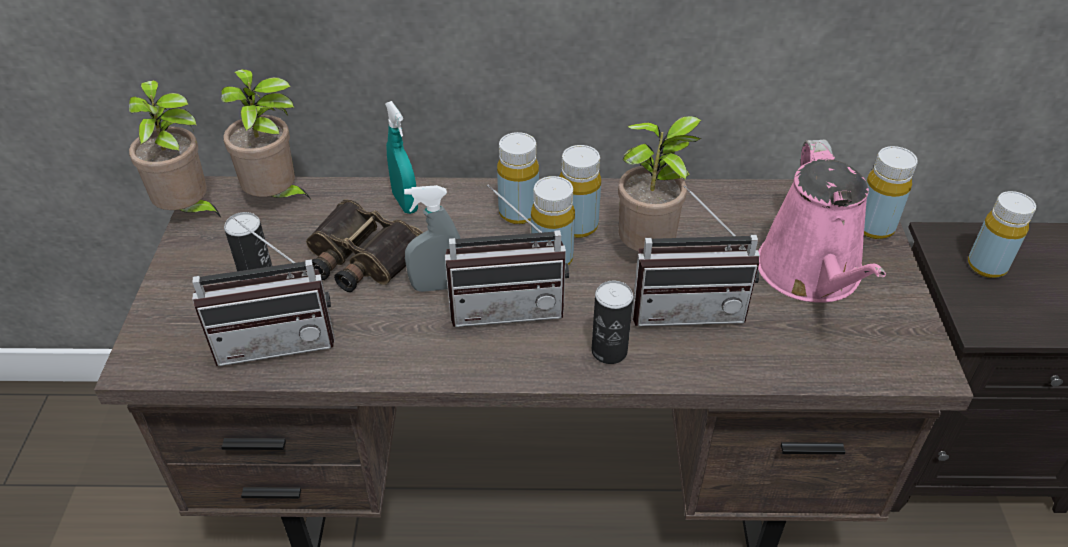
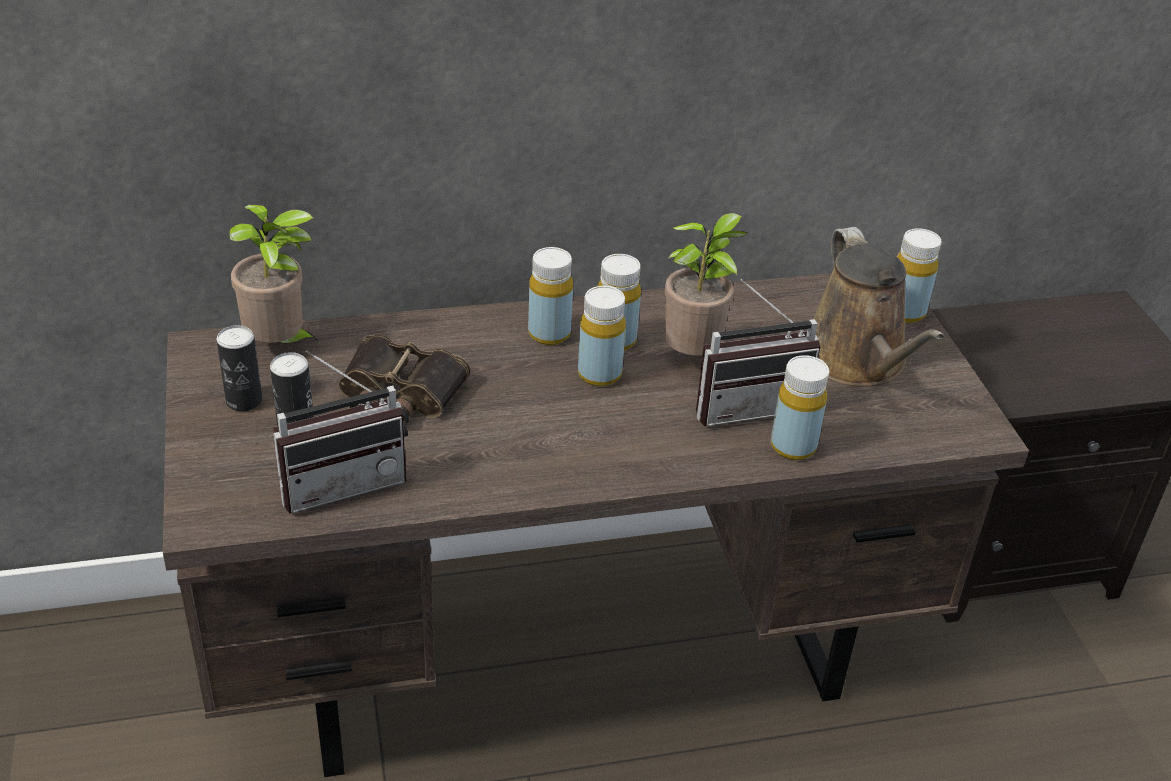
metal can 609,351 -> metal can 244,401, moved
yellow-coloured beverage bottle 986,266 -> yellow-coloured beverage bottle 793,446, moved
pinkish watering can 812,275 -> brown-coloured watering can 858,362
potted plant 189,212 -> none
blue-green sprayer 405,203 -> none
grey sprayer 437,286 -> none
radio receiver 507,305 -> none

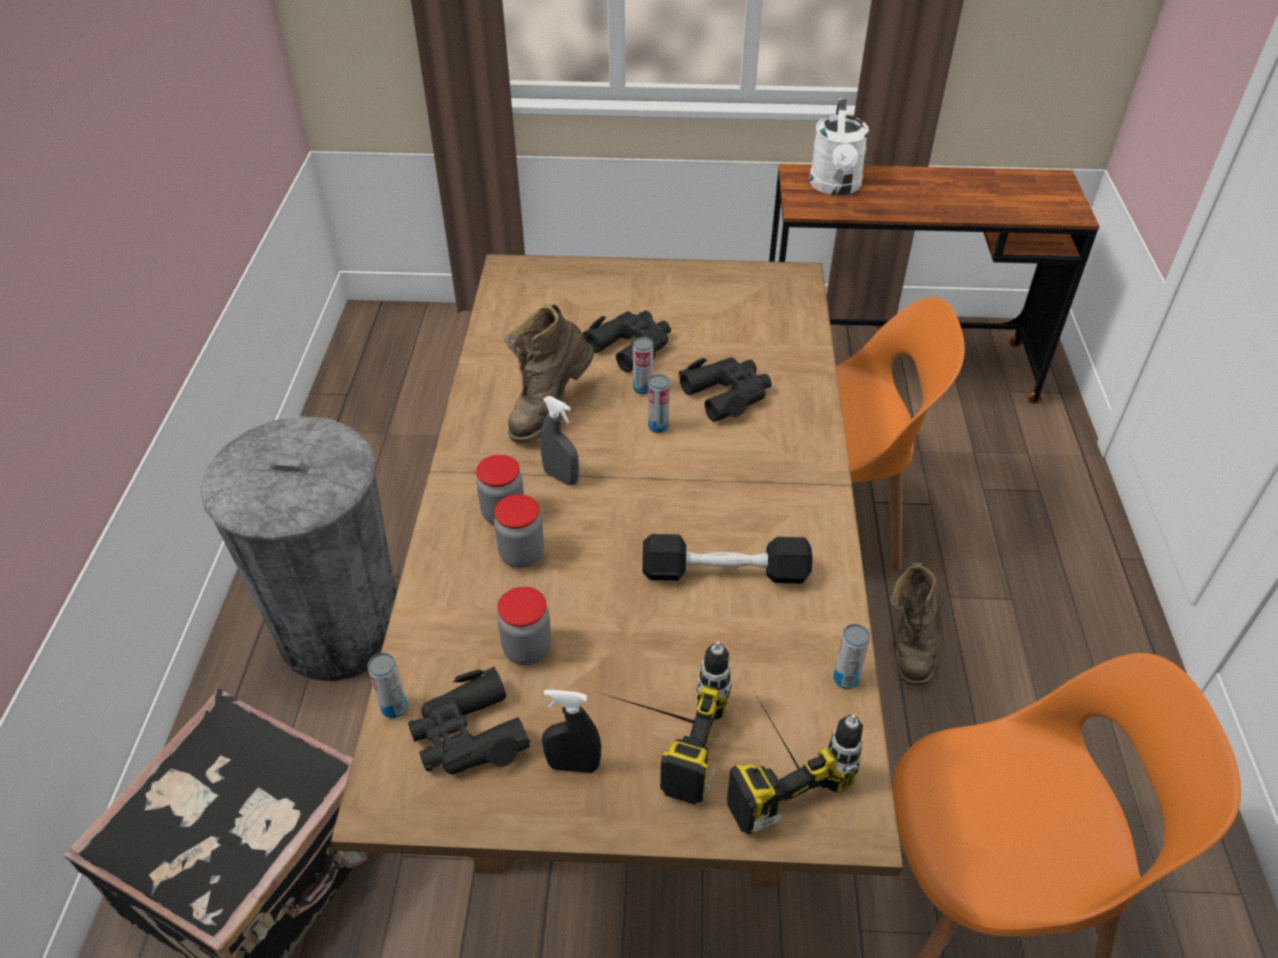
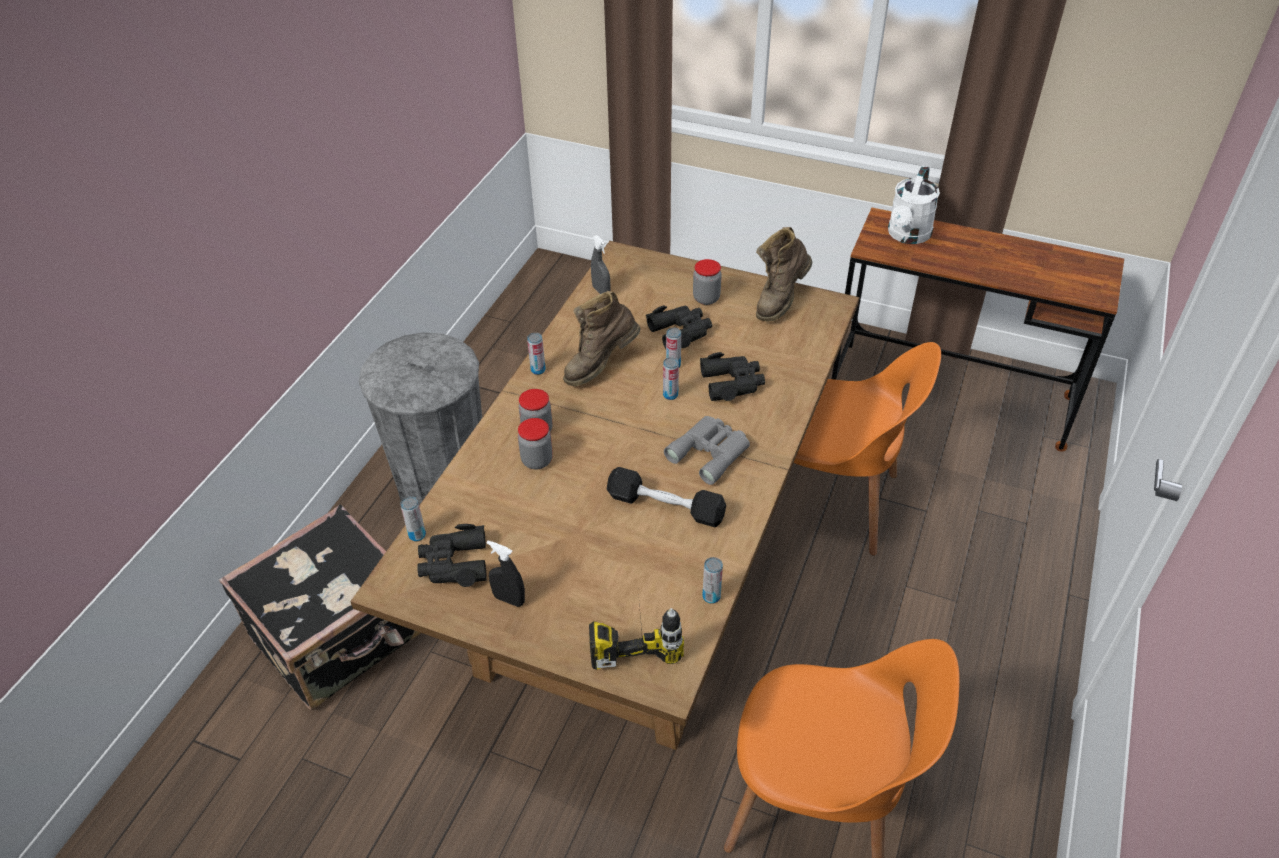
none -> metal can 538,370
grey sprayer 561,477 -> grey sprayer 601,291, moved
none -> grey field glasses 711,452
jar 527,649 -> jar 706,298, moved
brown-coloured tall boot 912,644 -> brown-coloured tall boot 779,300, moved
power drill 656,735 -> none

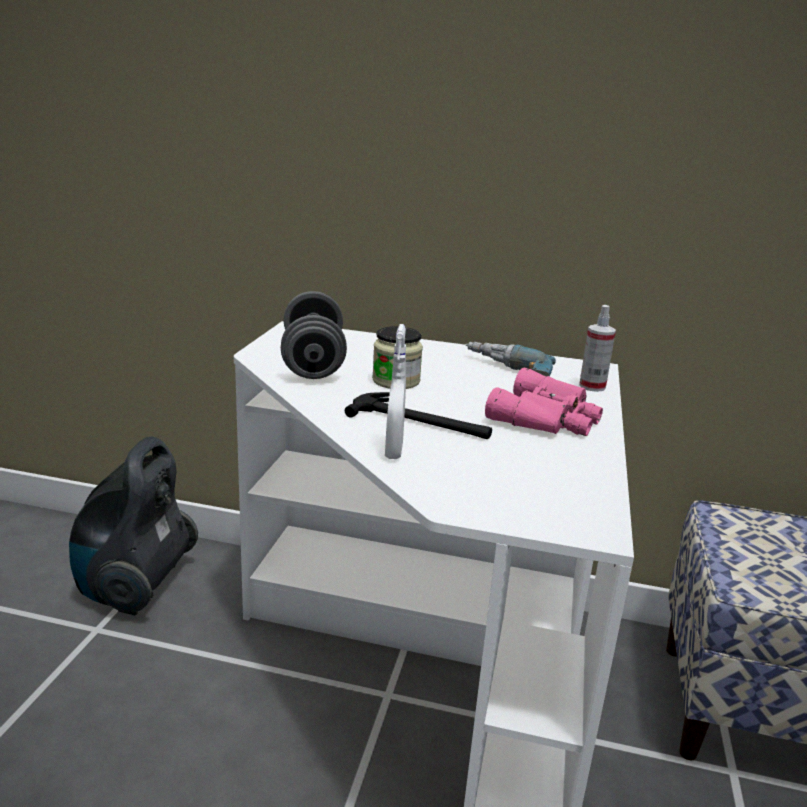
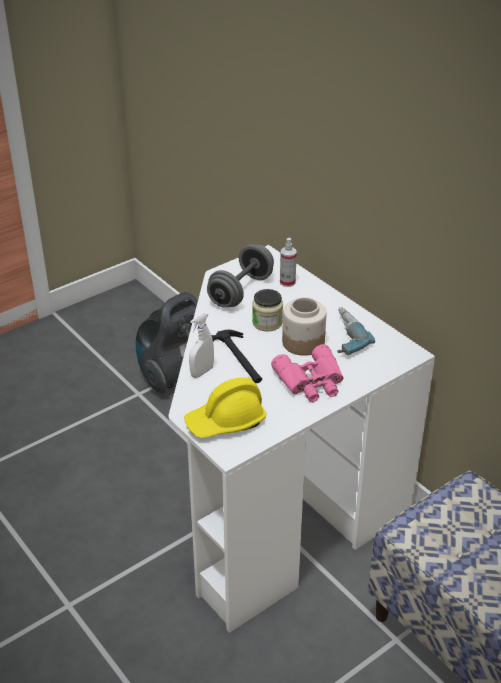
none -> yellow-coloured work helmet 226,422
sprayer 592,386 -> sprayer 287,282, moved
none -> jar 303,343

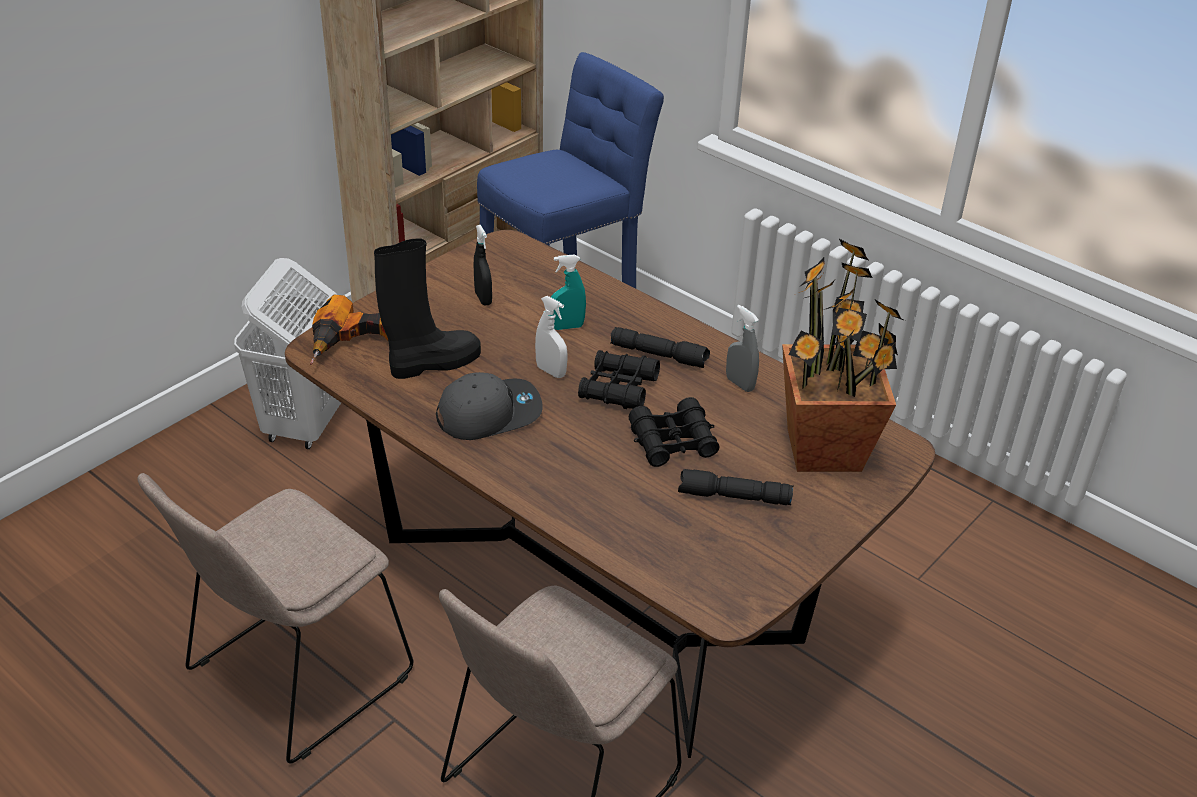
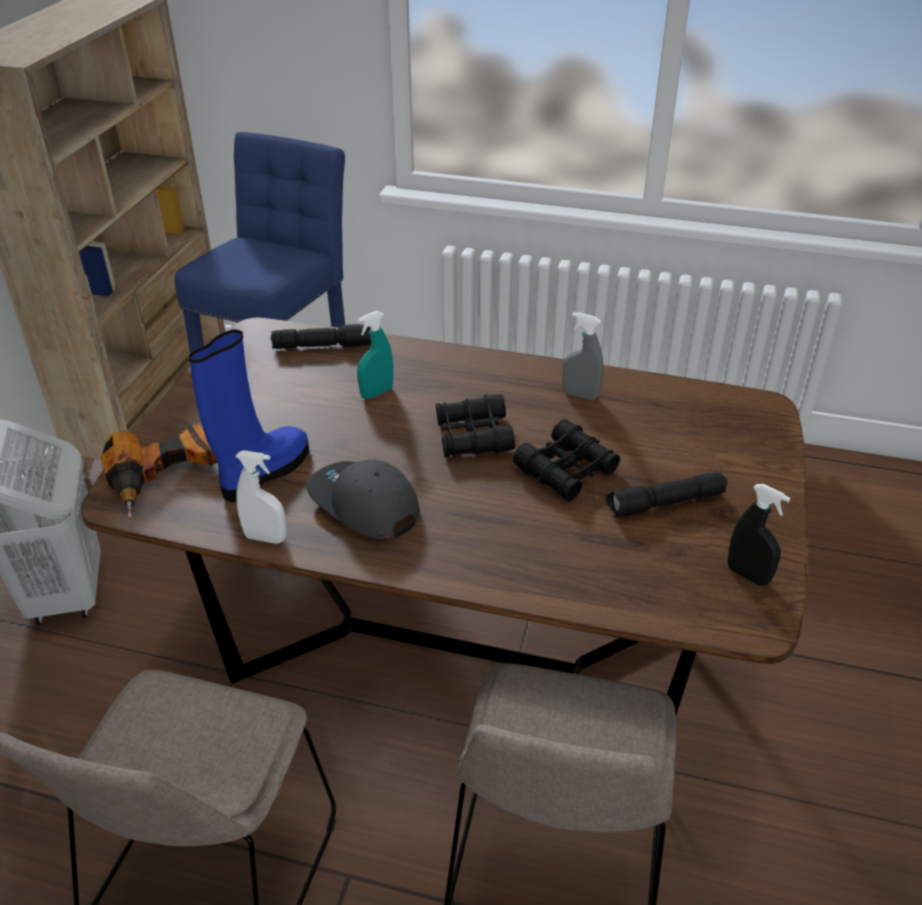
black-coloured tall boot 432,363 -> bluish tall boot 263,473
white sprayer 551,371 -> white sprayer 265,538, moved
black-coloured hand torch 660,355 -> black-coloured hand torch 323,346, moved
grey peaked cap 489,413 -> grey peaked cap 363,505, 90 degrees counterclockwise
black-coloured sprayer 483,298 -> black-coloured sprayer 748,575, moved
potted plant 825,451 -> none

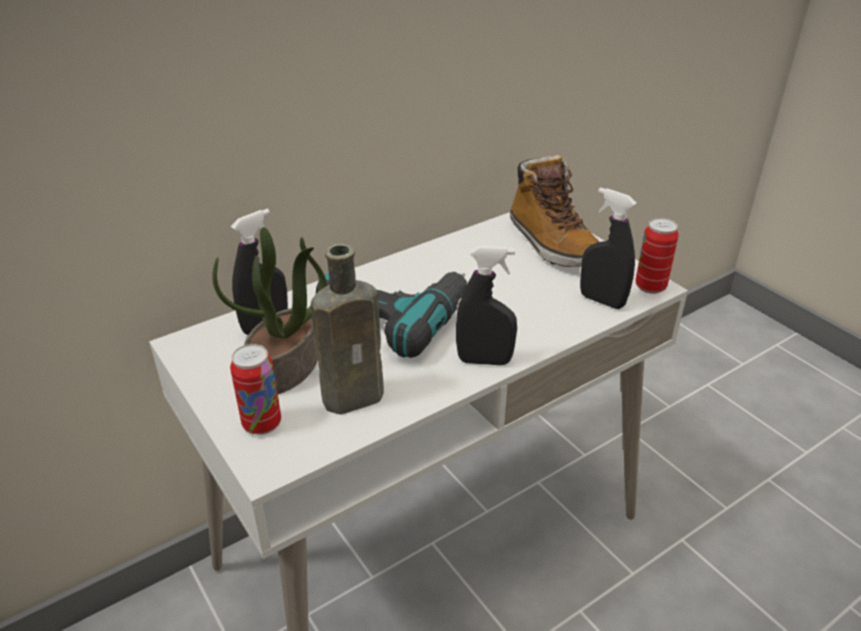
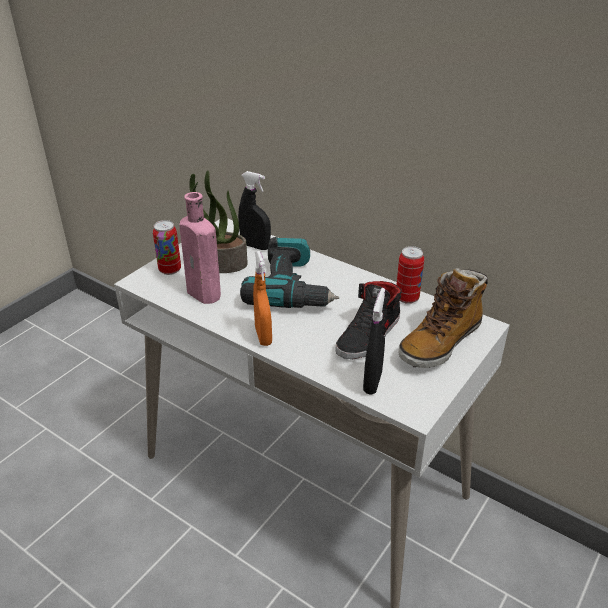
brown-coloured beverage bottle 357,396 -> pinkish beverage bottle 205,294
black-coloured sprayer 484,360 -> orange sprayer 263,336
none -> black-coloured item of footwear 369,335
metal can 650,287 -> metal can 407,298, moved

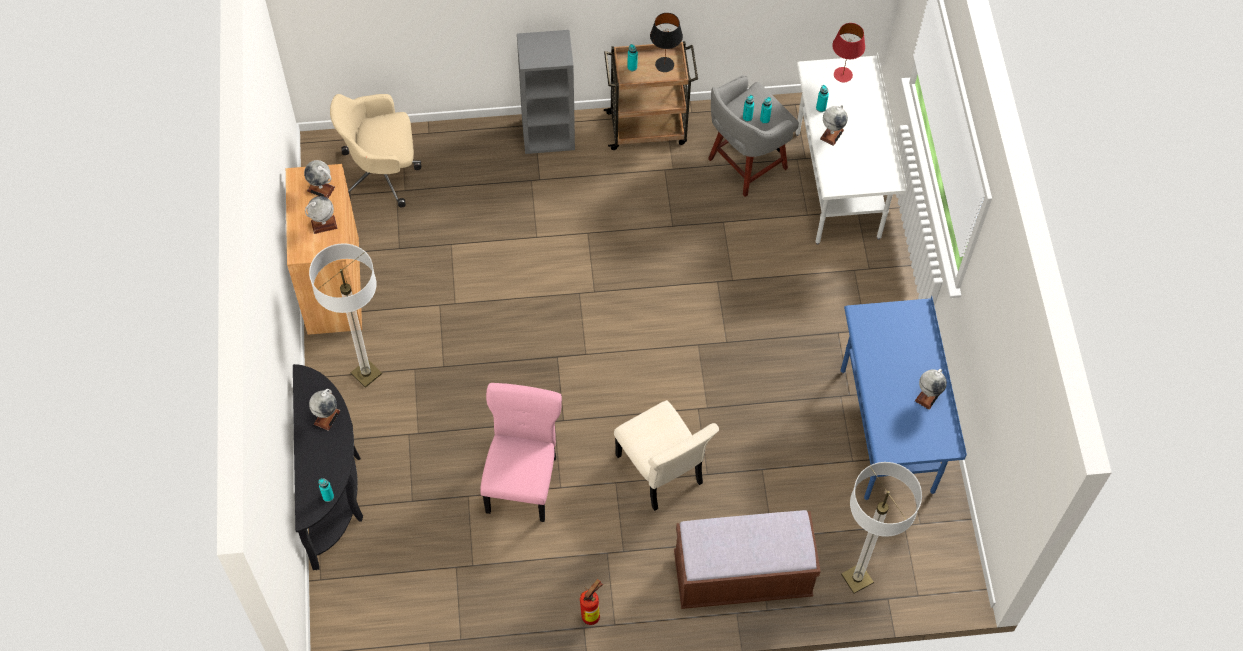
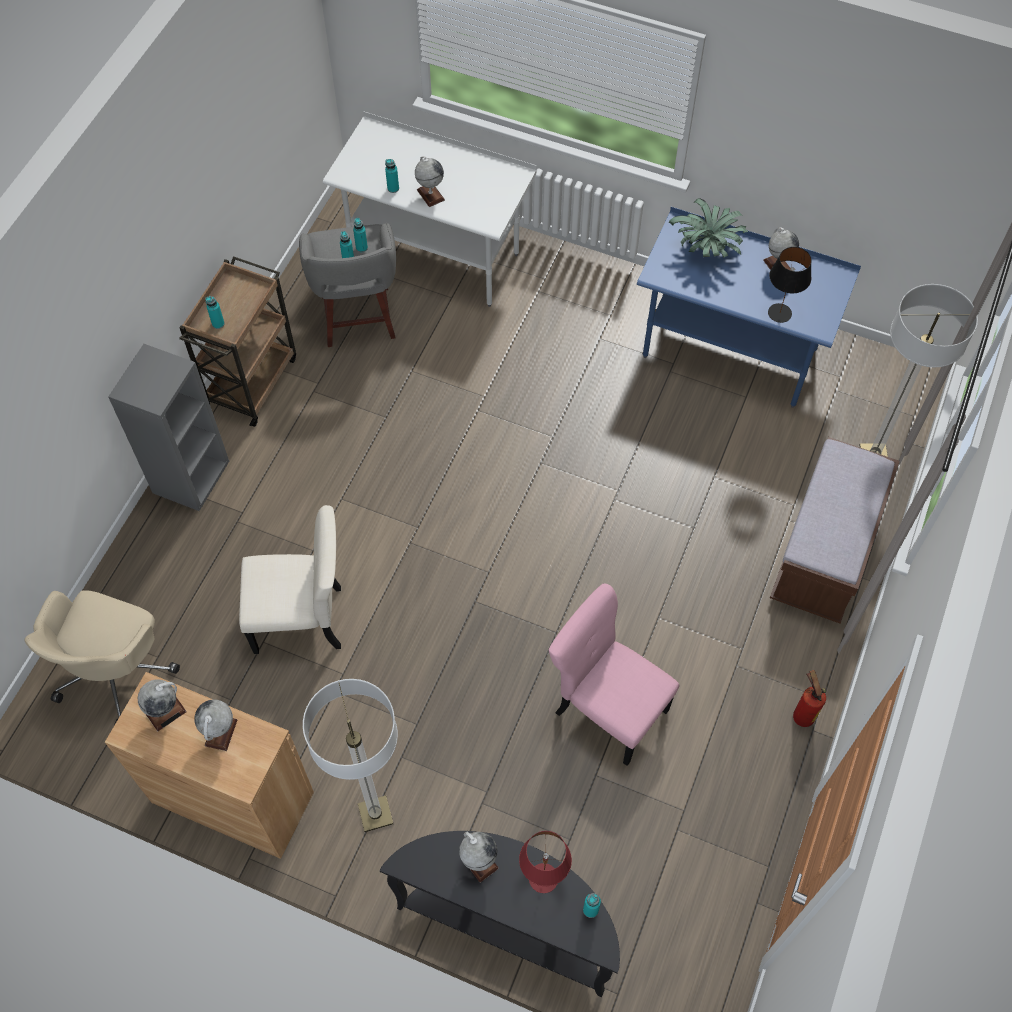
beige plain chair 661,472 -> beige plain chair 303,620, moved
red-coloured tabletop lamp 842,75 -> red-coloured tabletop lamp 543,878, moved
none -> potted plant 708,248
black-coloured tabletop lamp 664,65 -> black-coloured tabletop lamp 779,313, moved

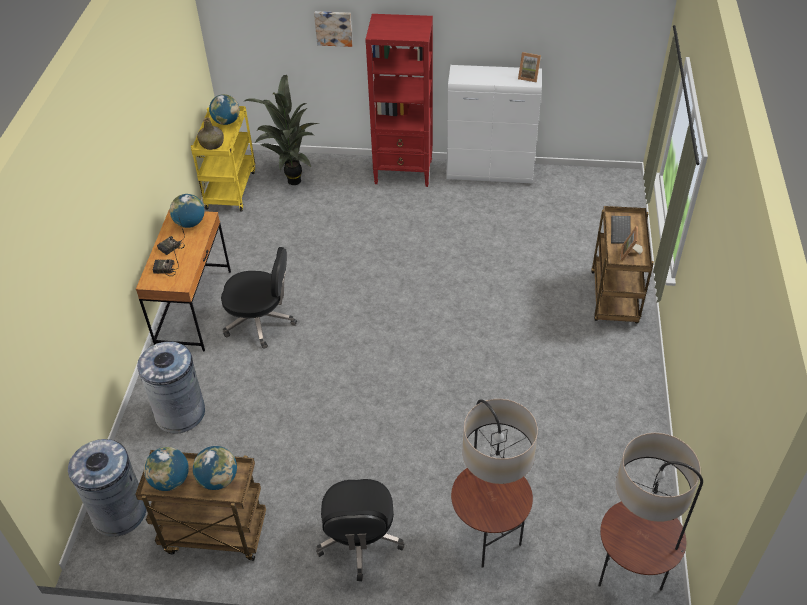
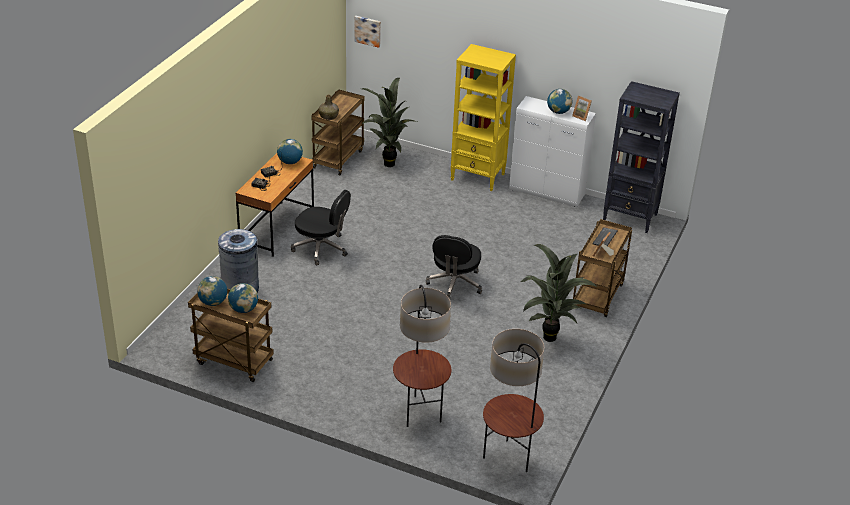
yellow-coloured wheeled cart 230,189 -> brown-coloured wheeled cart 338,158
picture 334,28 -> picture 368,30, moved
black-coloured office chair 360,541 -> black-coloured office chair 454,284, moved
red-coloured bookshelf 404,172 -> yellow-coloured bookshelf 478,177
none -> potted plant 549,339
desk globe 226,122 -> desk globe 558,112, moved
none -> black-coloured bookshelf 630,218
grey waste bin 119,512 -> none

